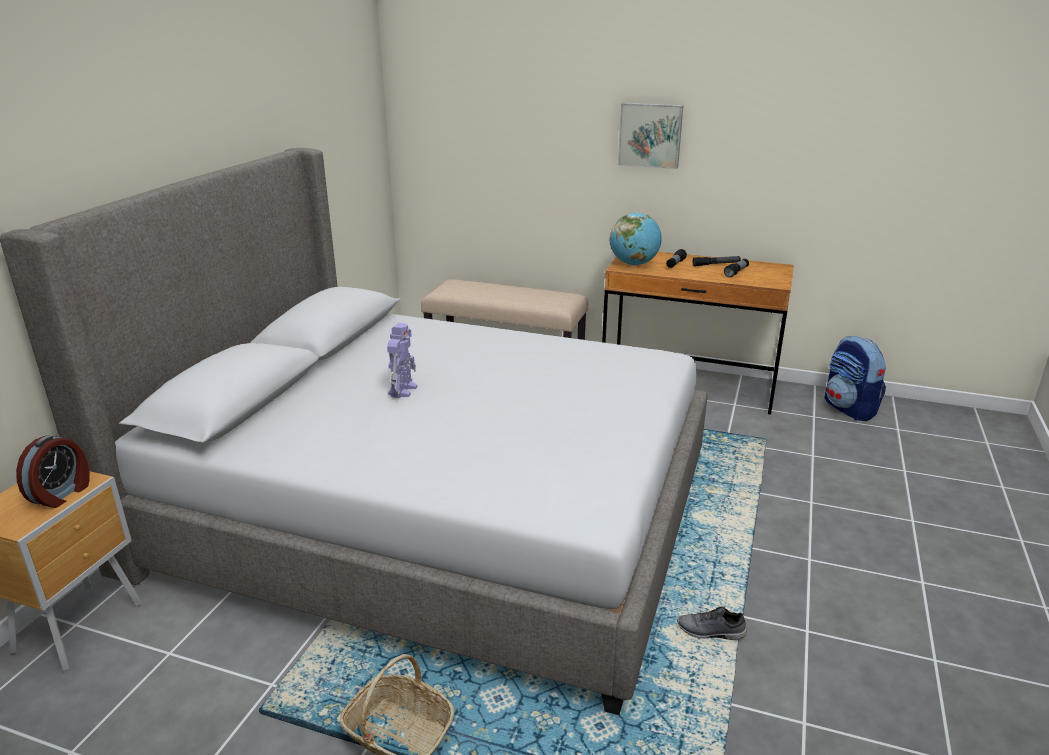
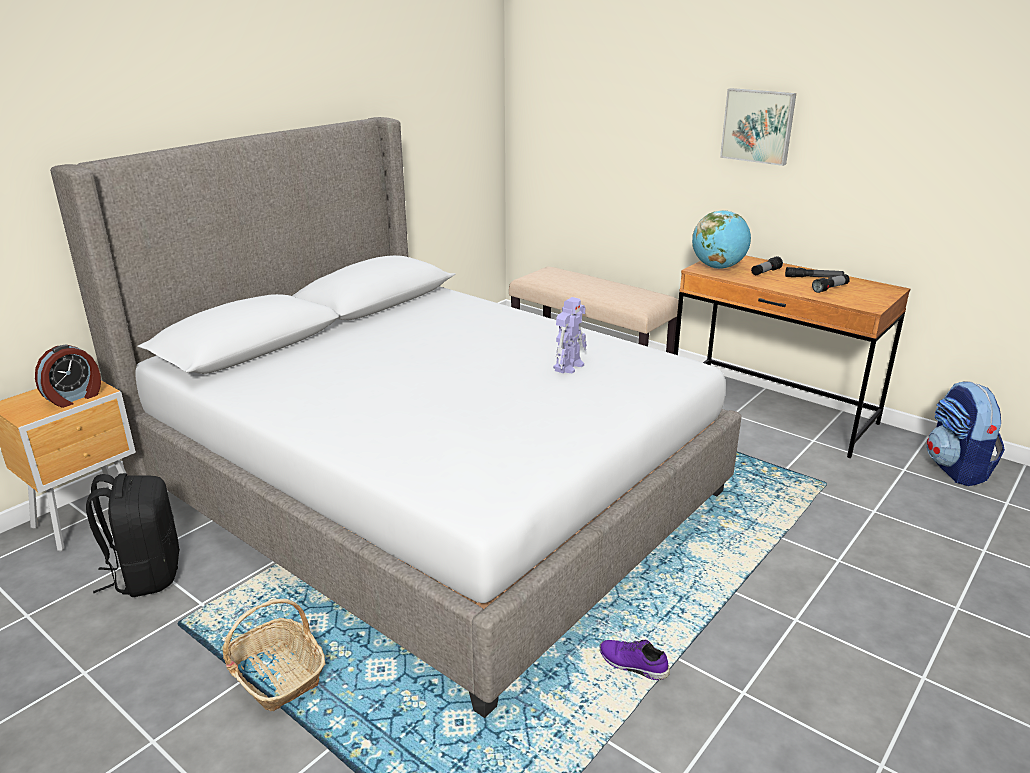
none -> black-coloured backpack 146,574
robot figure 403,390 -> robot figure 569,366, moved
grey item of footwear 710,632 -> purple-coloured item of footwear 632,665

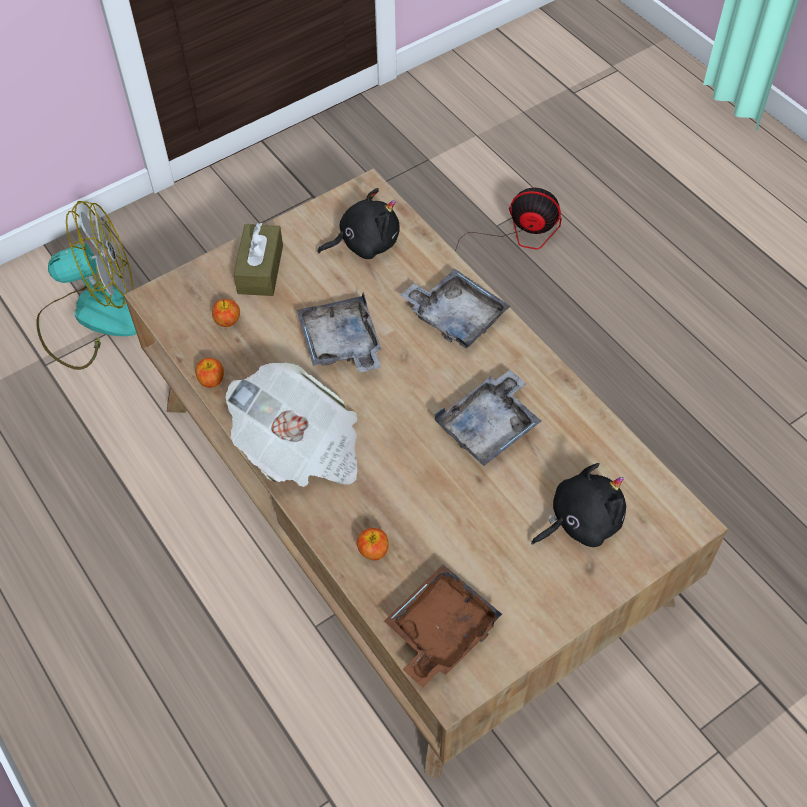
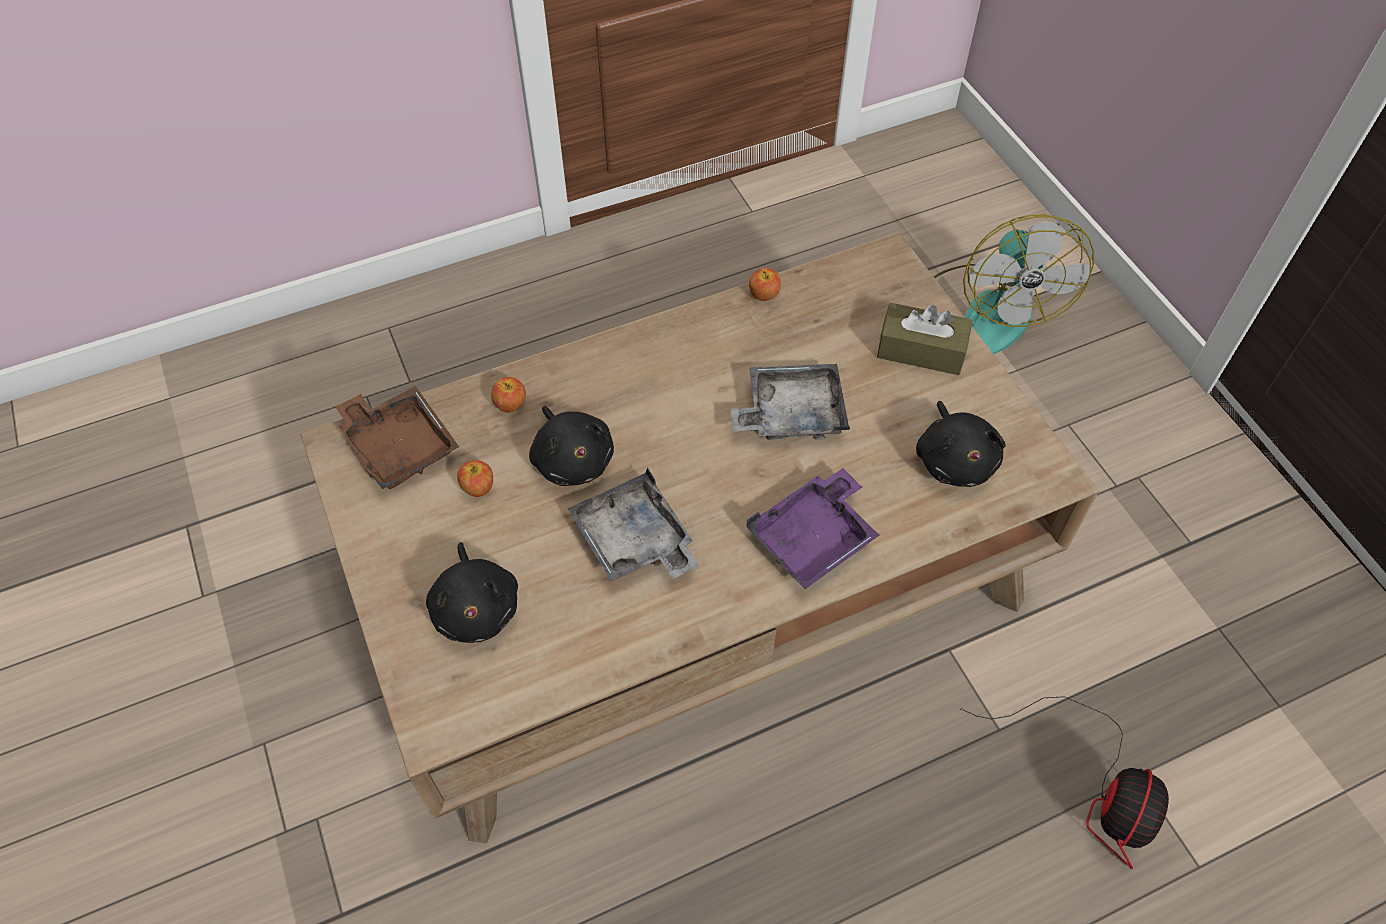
apple 227,321 -> apple 478,487, moved
none -> black-coloured plush toy 572,459
grey serving tray 455,317 -> purple-coloured serving tray 814,538
printed paper 301,448 -> none

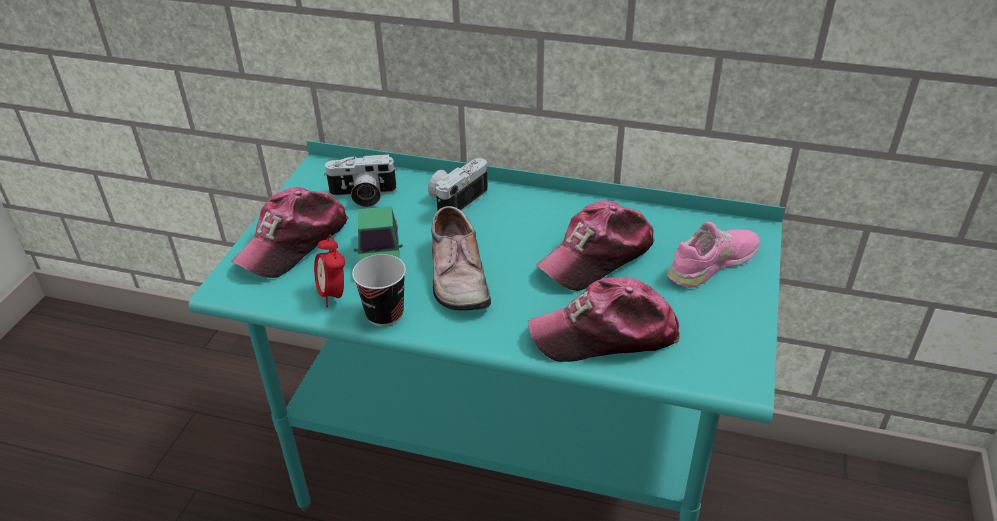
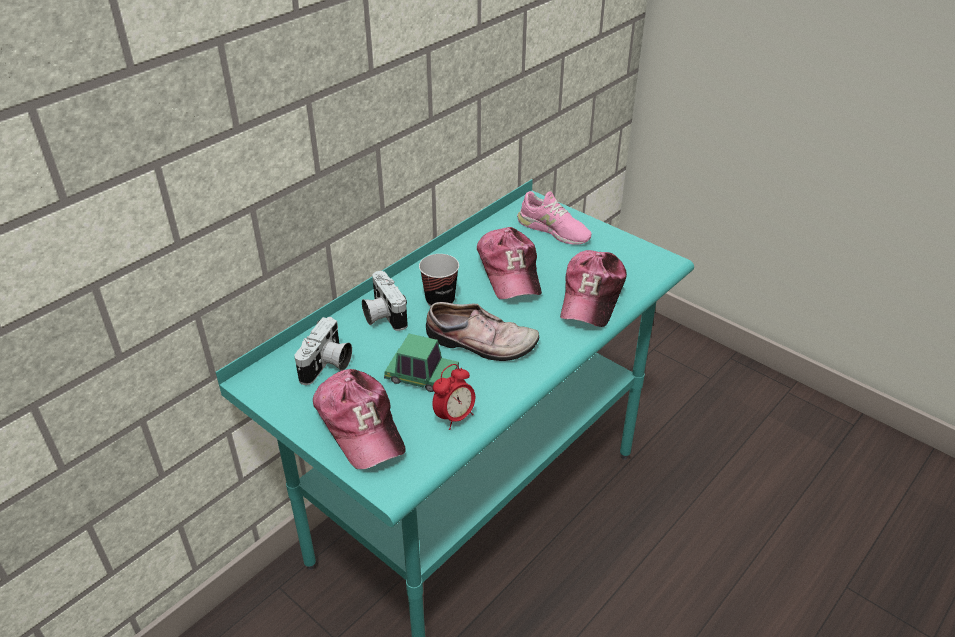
small cup 385,314 -> small cup 440,300, moved
table clock 333,294 -> table clock 454,417, 45 degrees counterclockwise
pinkish item of footwear 713,263 -> pinkish item of footwear 553,230, 135 degrees clockwise

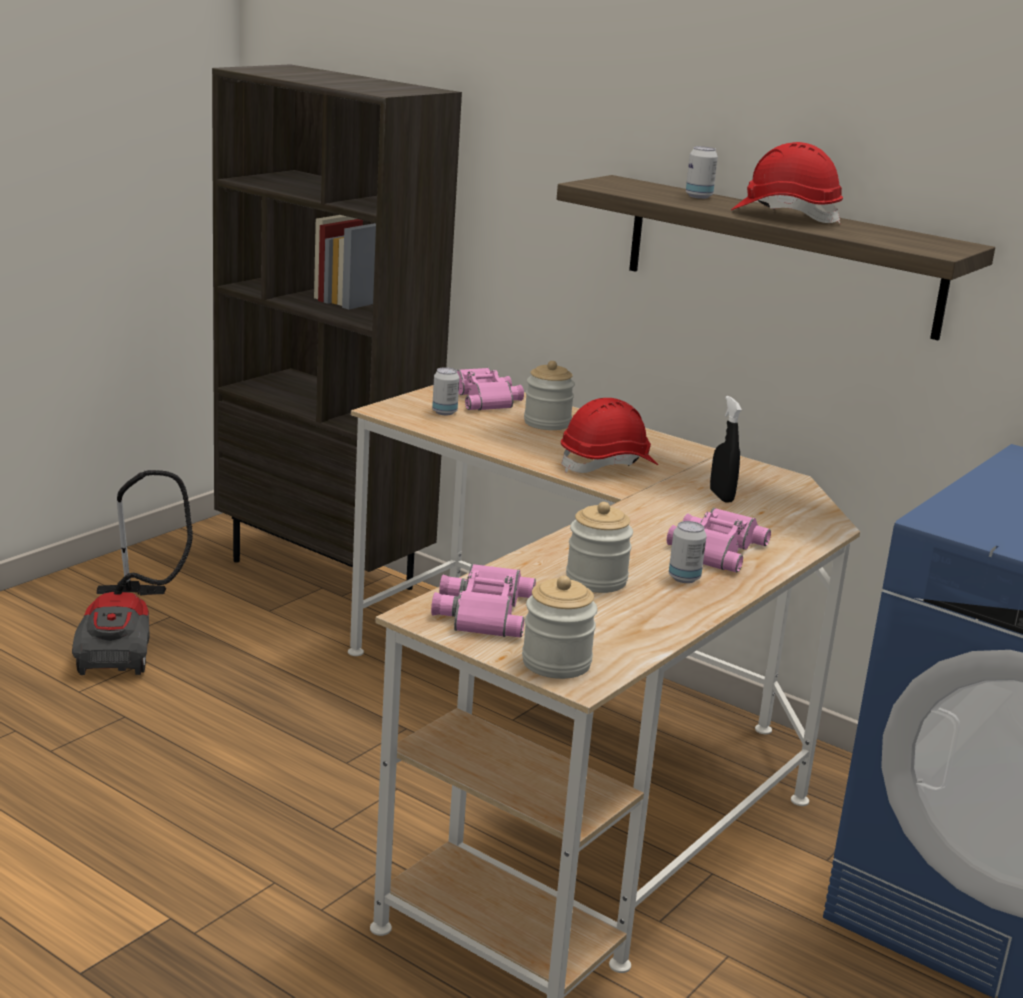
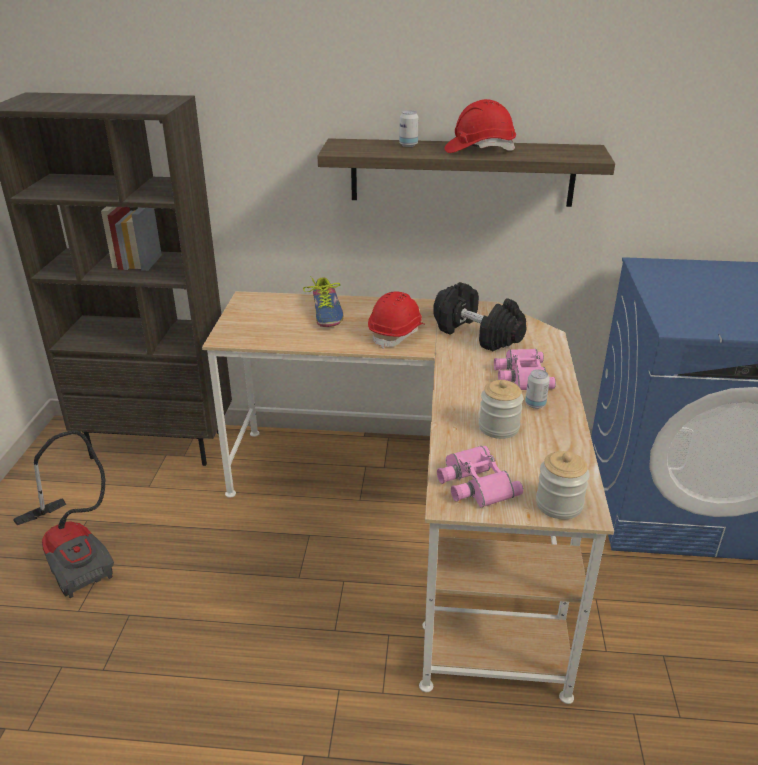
jar 547,423 -> item of footwear 327,313
black-coloured sprayer 721,496 -> black-coloured dumbbell 478,334
metal can 444,412 -> none
pinkish field glasses 485,398 -> none

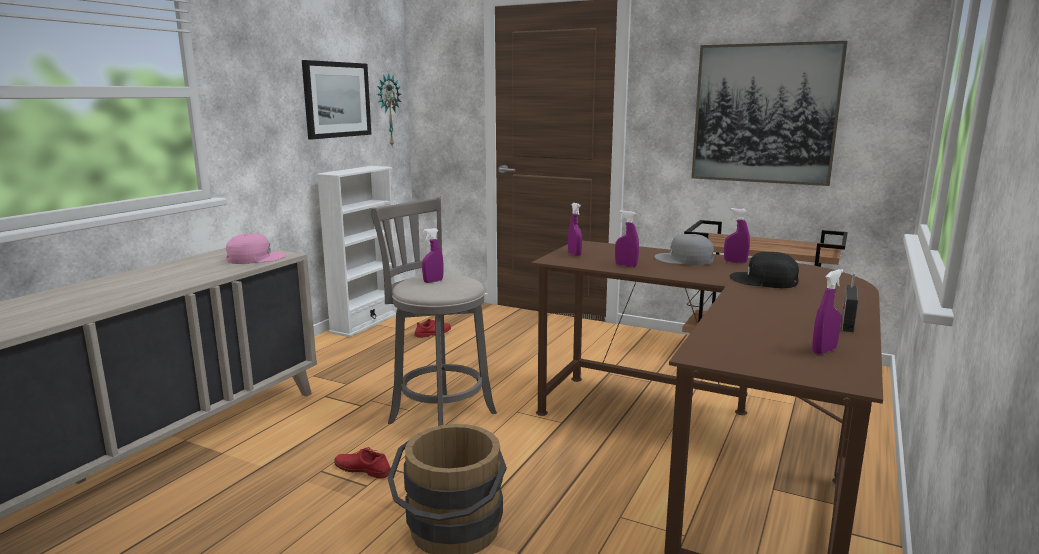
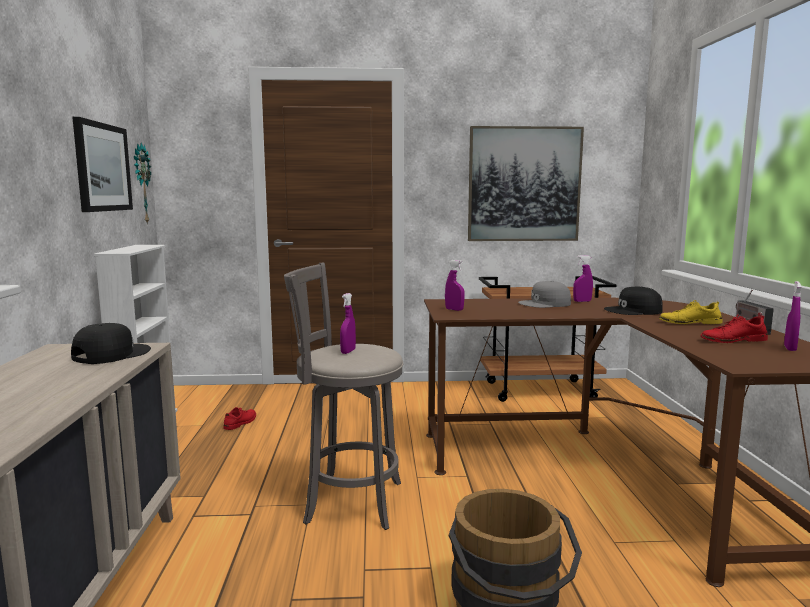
pinkish peaked cap 255,258 -> black-coloured peaked cap 111,354
none -> yellow-coloured item of footwear 690,322
red-coloured item of footwear 363,469 -> red-coloured item of footwear 733,340, moved
purple-coloured sprayer 626,265 -> none

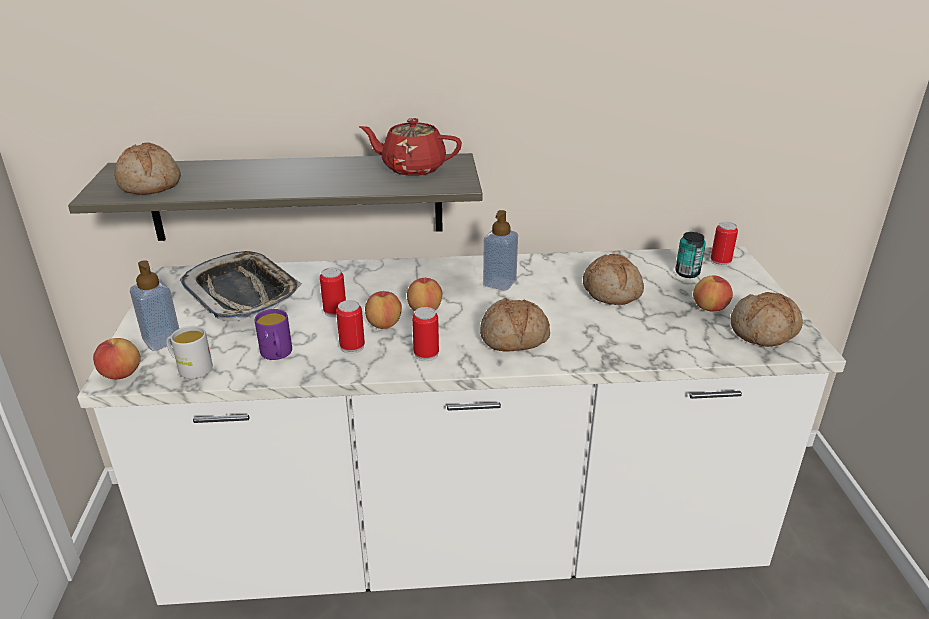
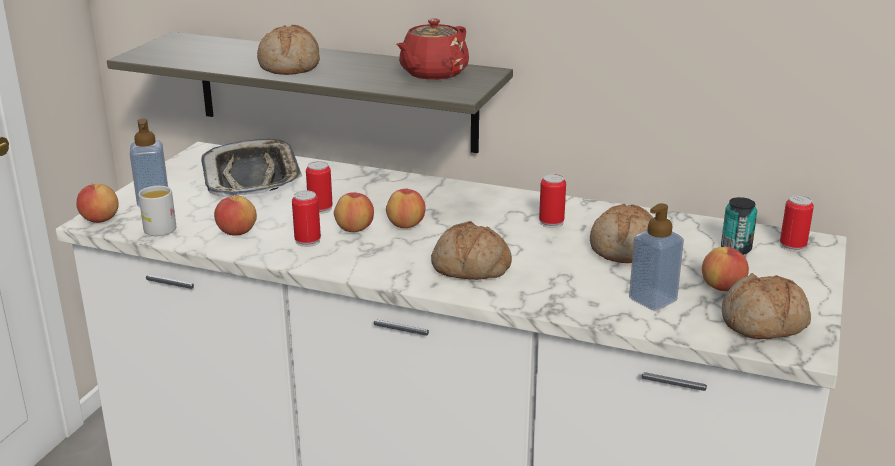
purple-coloured coffee mug 277,355 -> apple 236,233
bakery bread 150,183 -> bakery bread 291,66, moved
red-coloured teapot 412,168 -> red-coloured teapot 432,73, 90 degrees counterclockwise
metal can 426,354 -> metal can 551,222, moved
soap dispenser 499,283 -> soap dispenser 652,300, moved

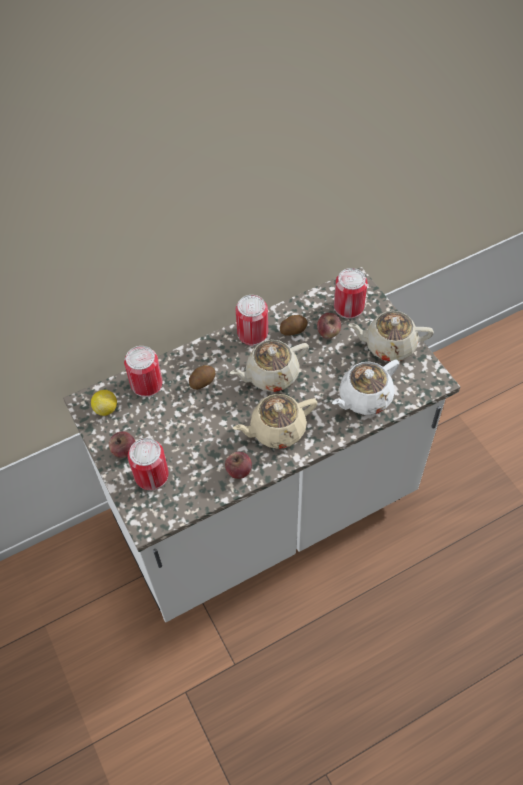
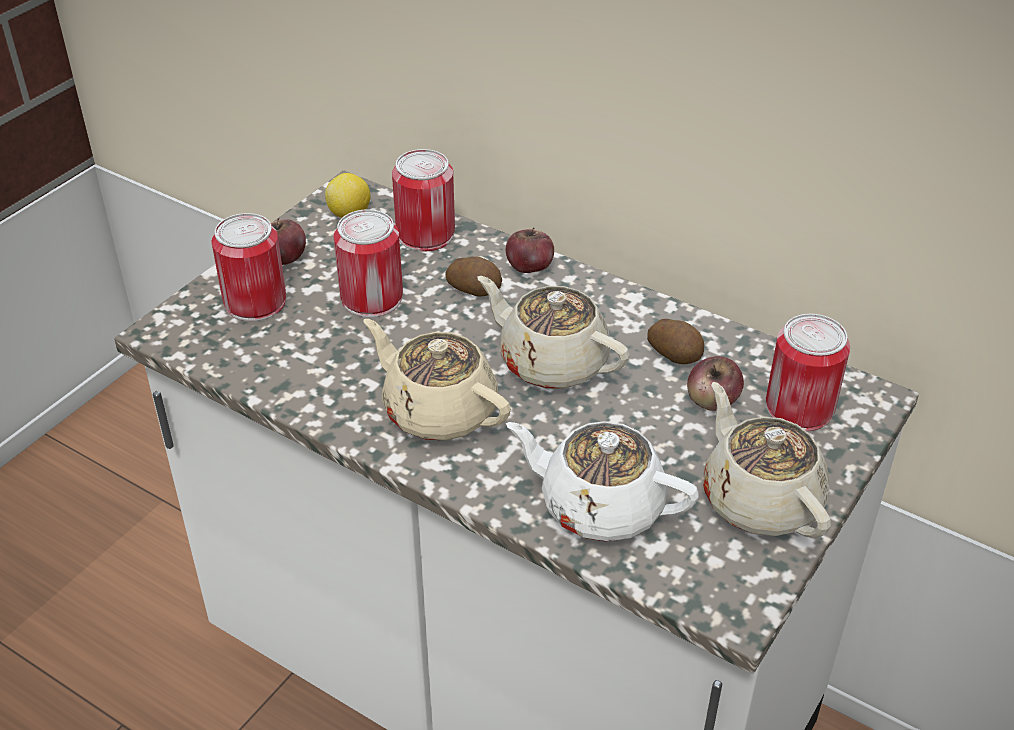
metal can 252,333 -> metal can 371,298, moved
apple 238,470 -> apple 529,267, moved

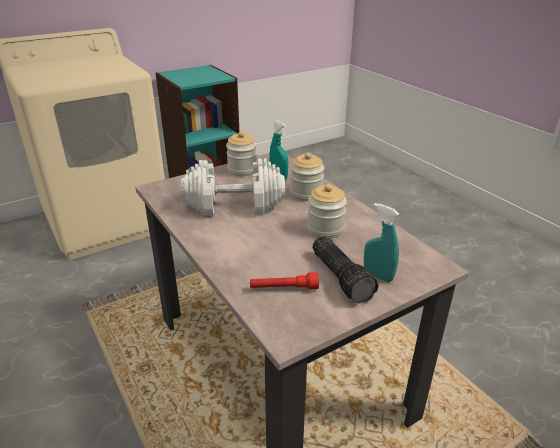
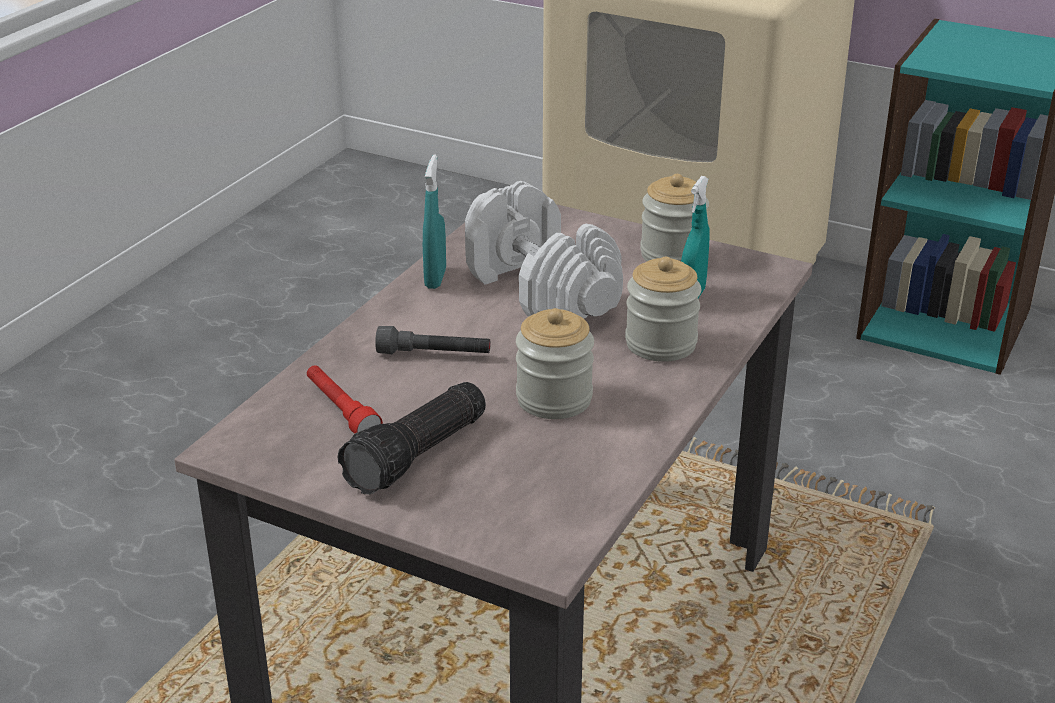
none -> grey hand torch 434,354
blue-green sprayer 378,276 -> blue-green sprayer 435,278, moved

